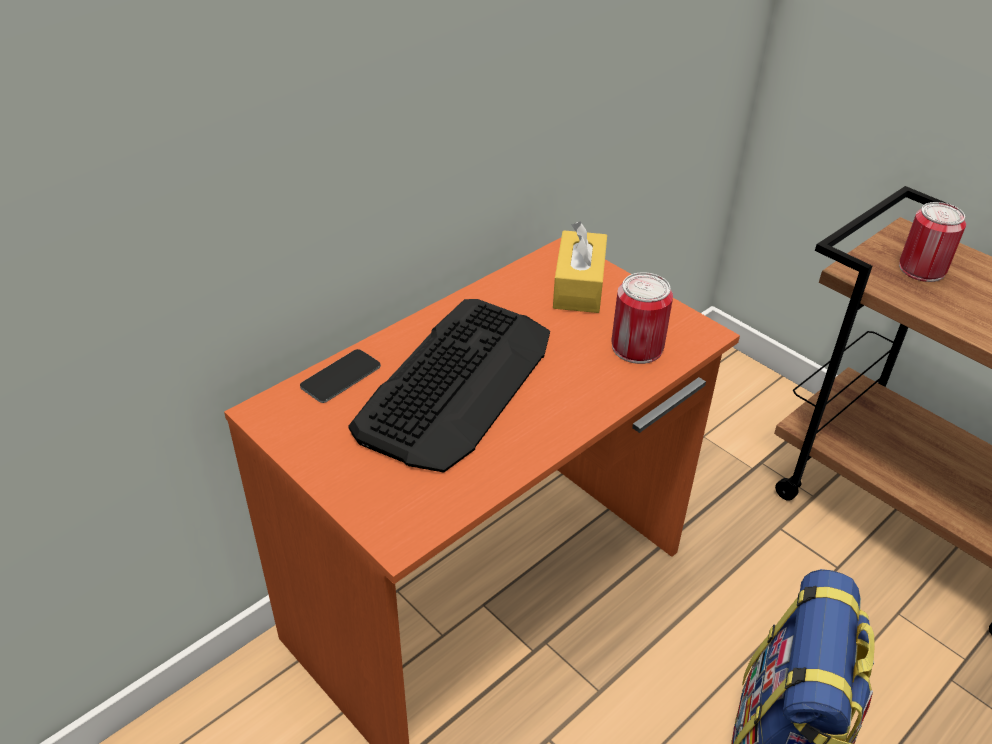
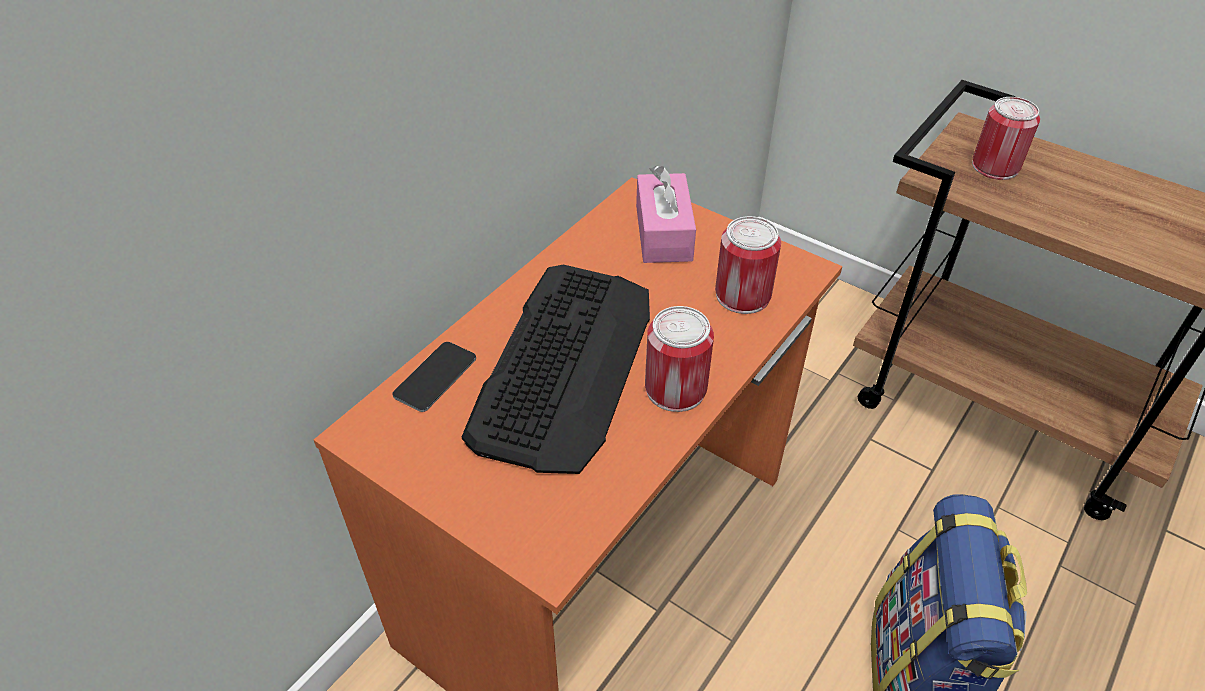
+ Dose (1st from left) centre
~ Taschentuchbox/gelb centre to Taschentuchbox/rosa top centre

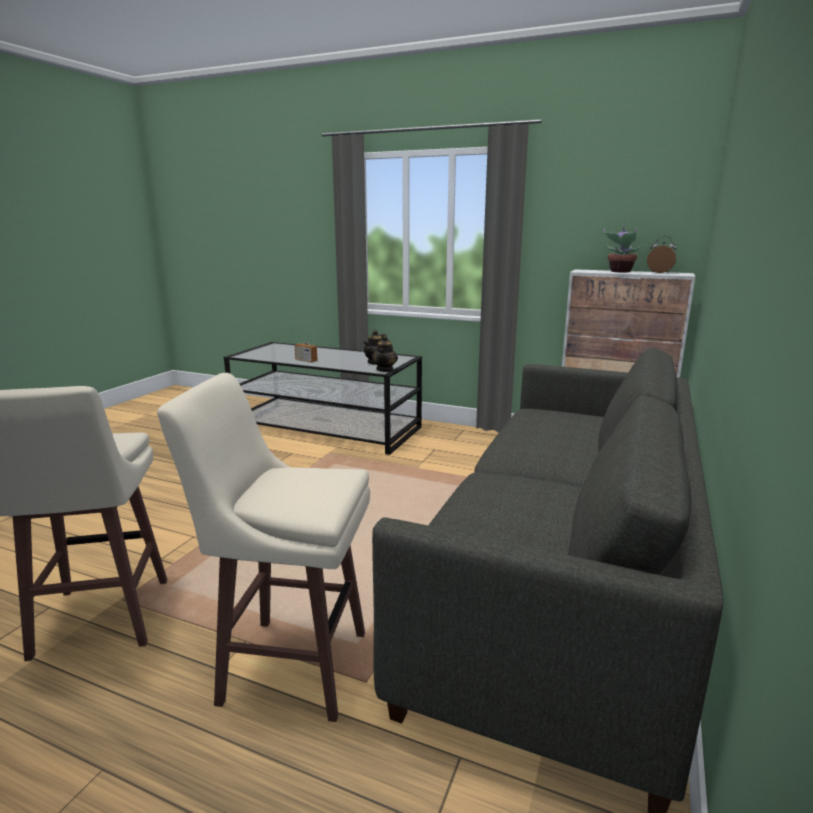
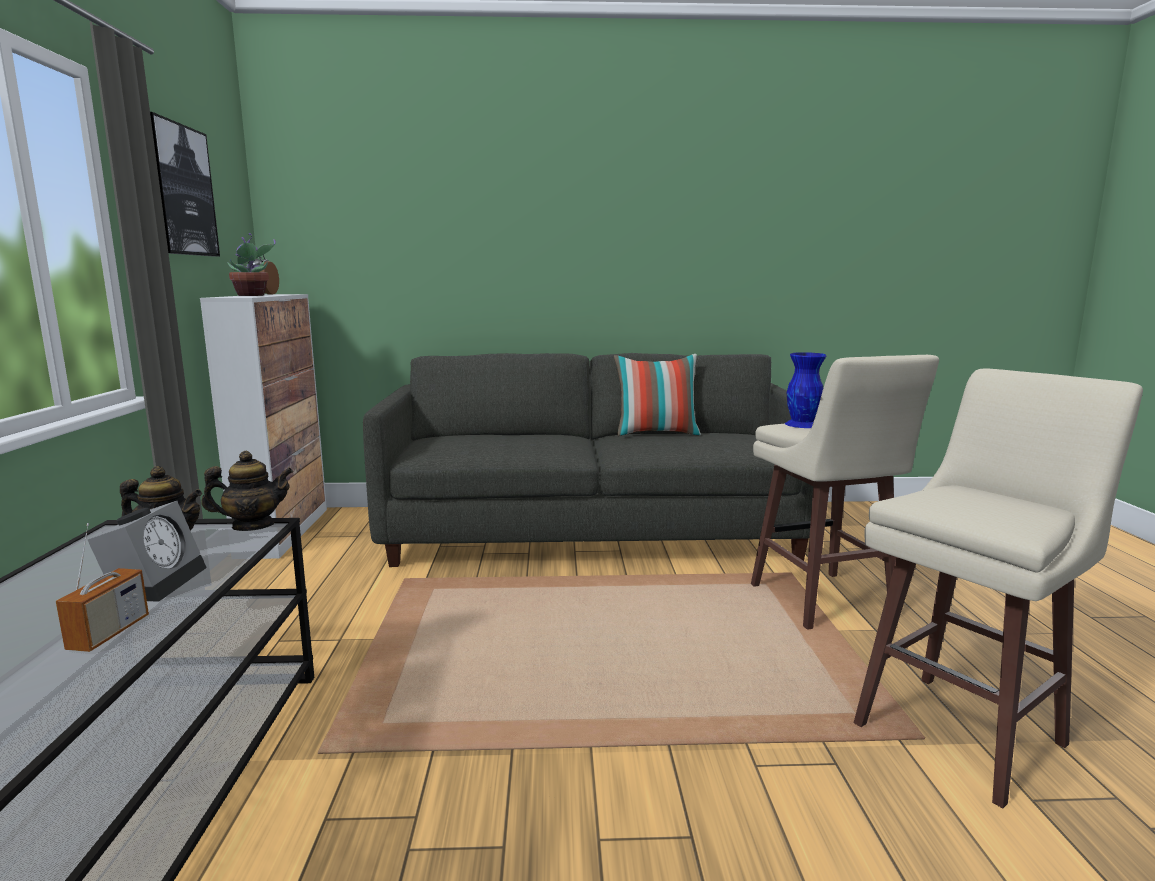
+ Wecker (1st from left) middle left
+ Bild top left
+ Kissen centre
+ Vase/blau middle right

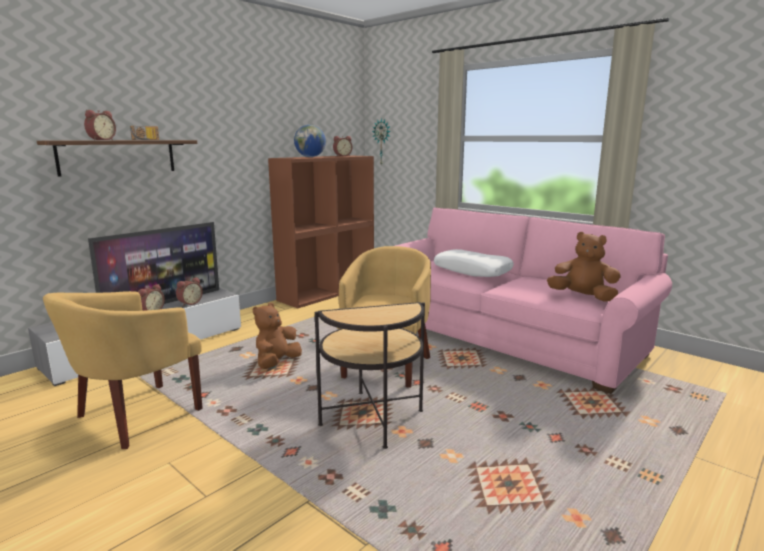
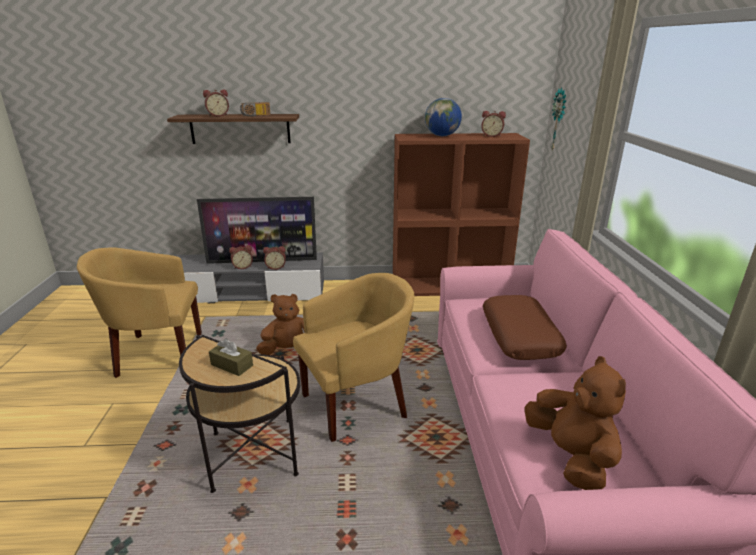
+ Taschentuchbox/braun middle left
~ Kissen/weiß centre to Kissen/braun middle right

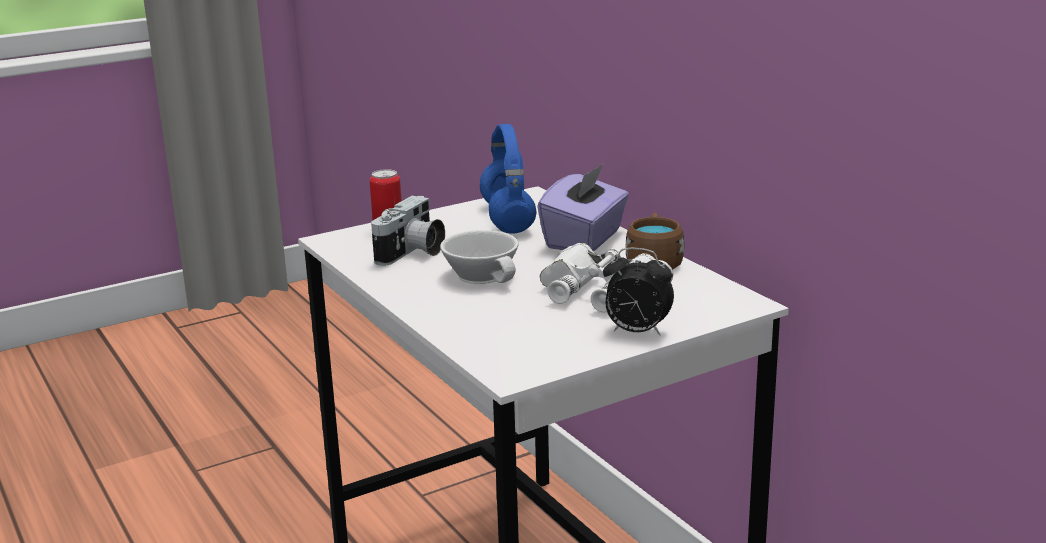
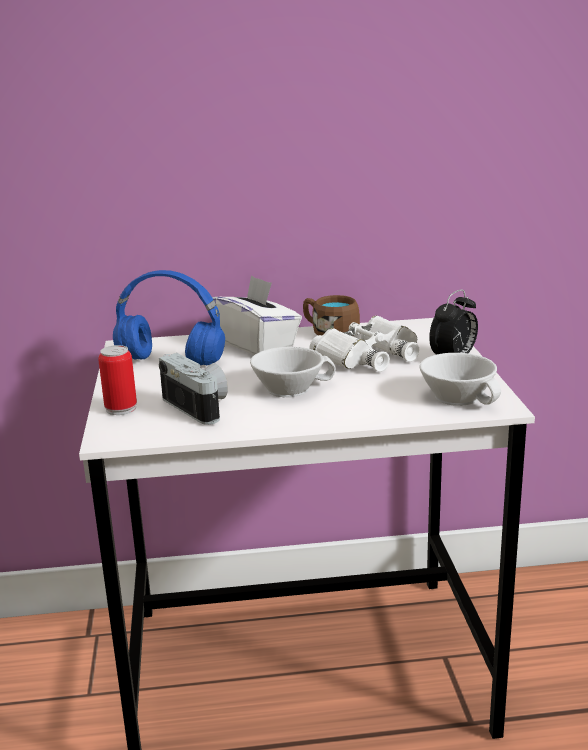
+ Tasse/weiß (2nd from left) middle right
~ Taschentuchbox/lila centre to Taschentuchbox/weiß centre

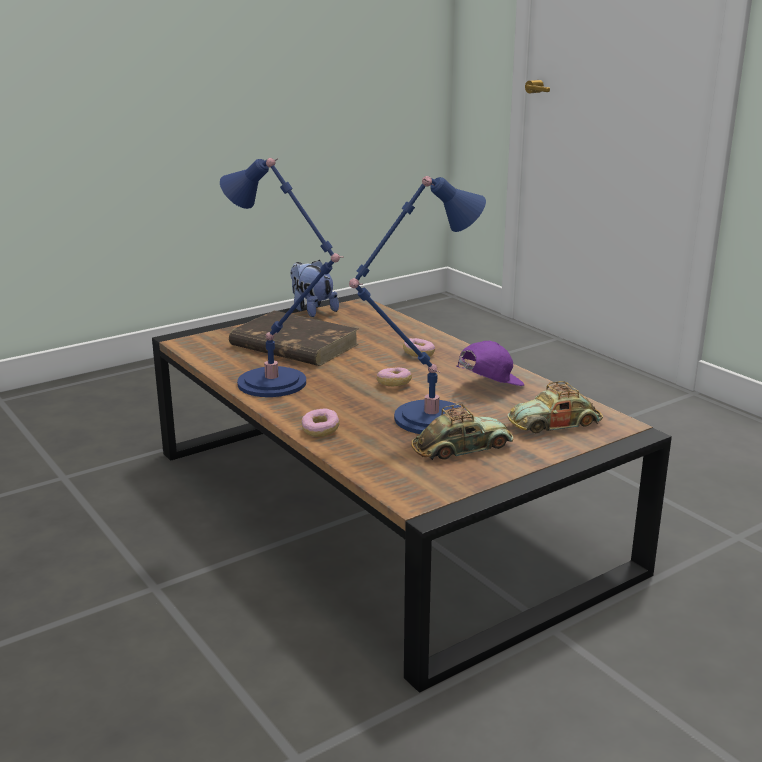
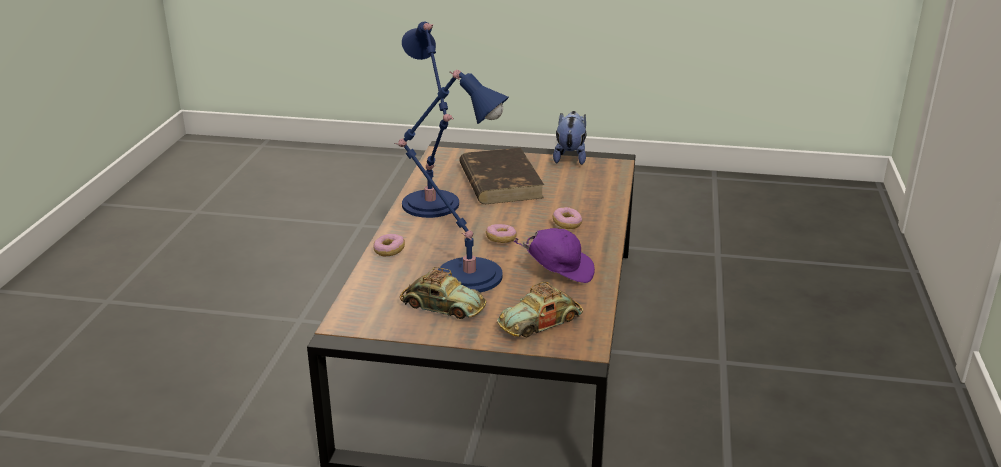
~ Spielzeugauto (2nd from left) middle right = centre 60 degrees counterclockwise

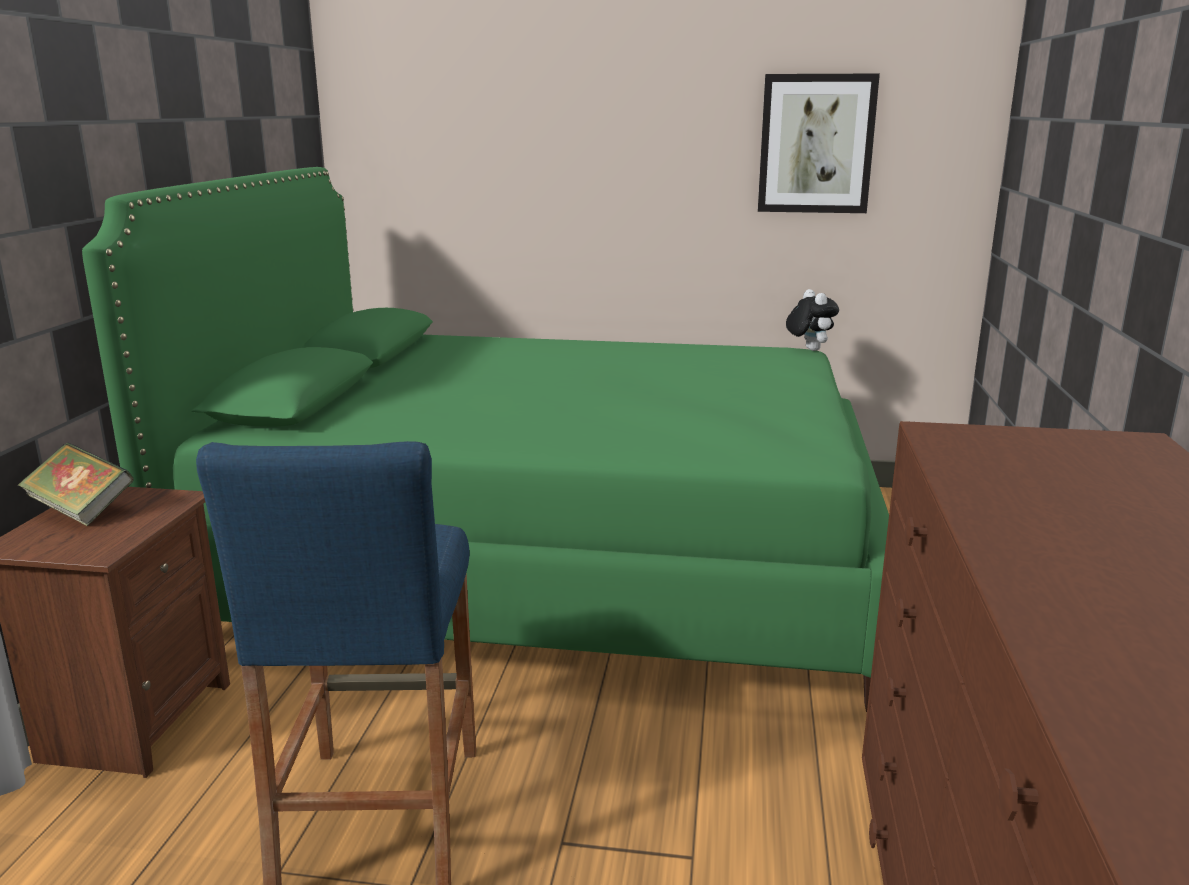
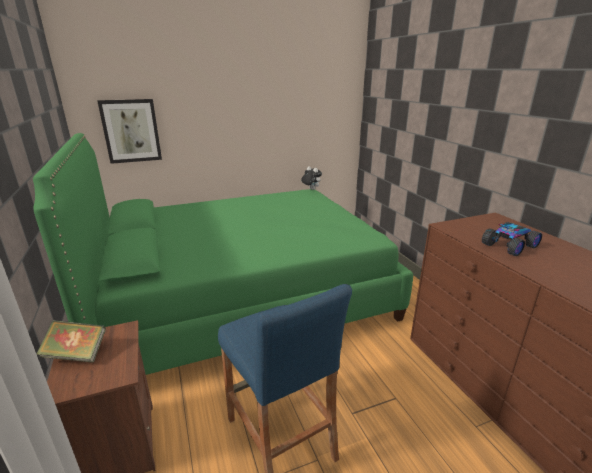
+ Spielzeugauto middle right
~ Bild top right to top left

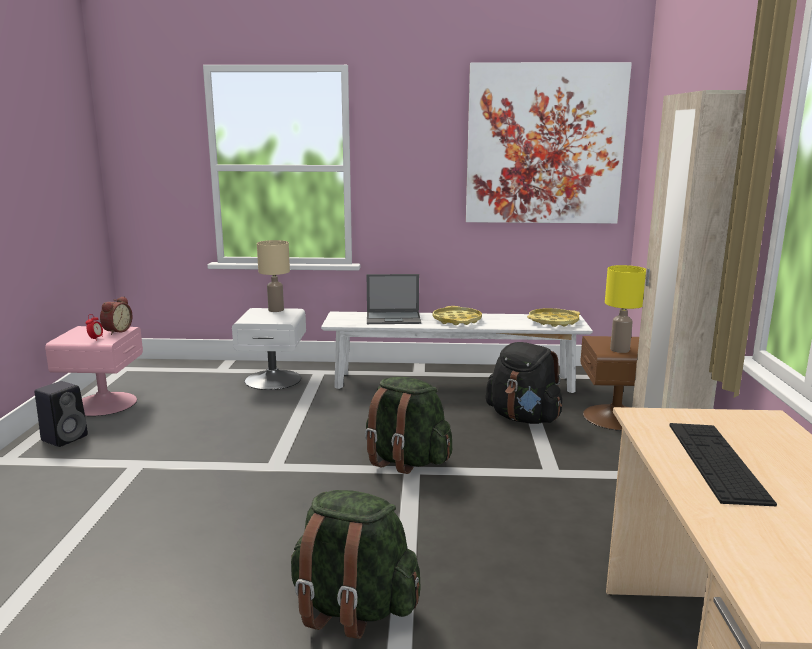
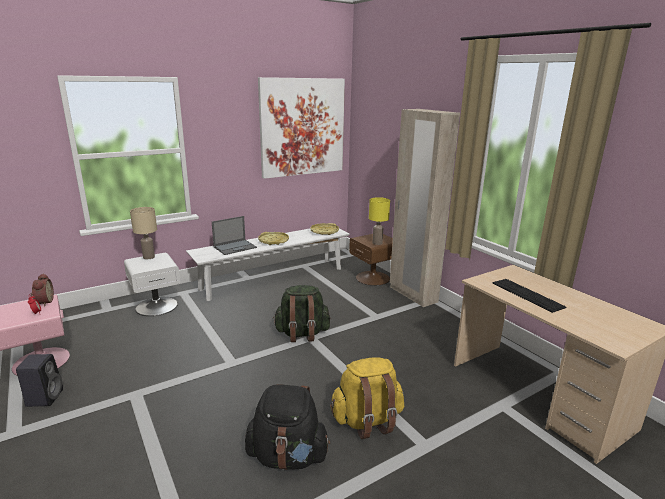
~ Rucksack/schwarz centre to bottom centre
~ Rucksack/grün (1st from left) bottom centre to Rucksack/gelb bottom centre

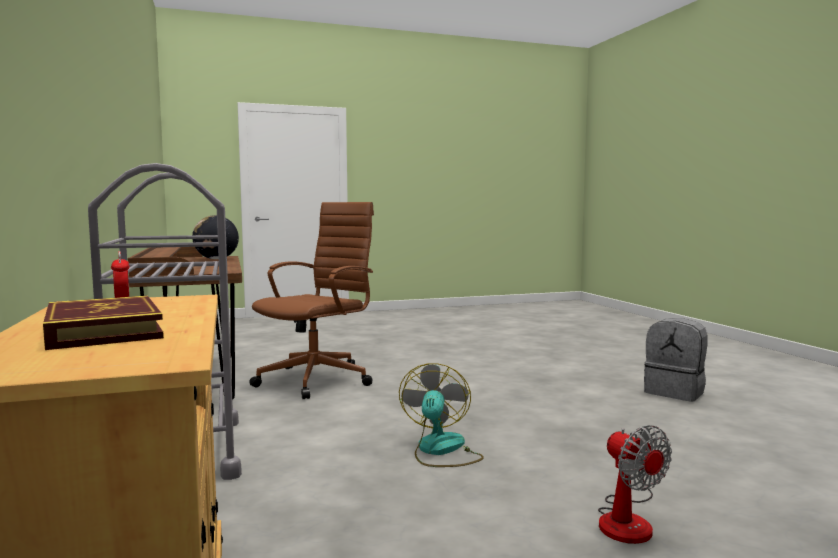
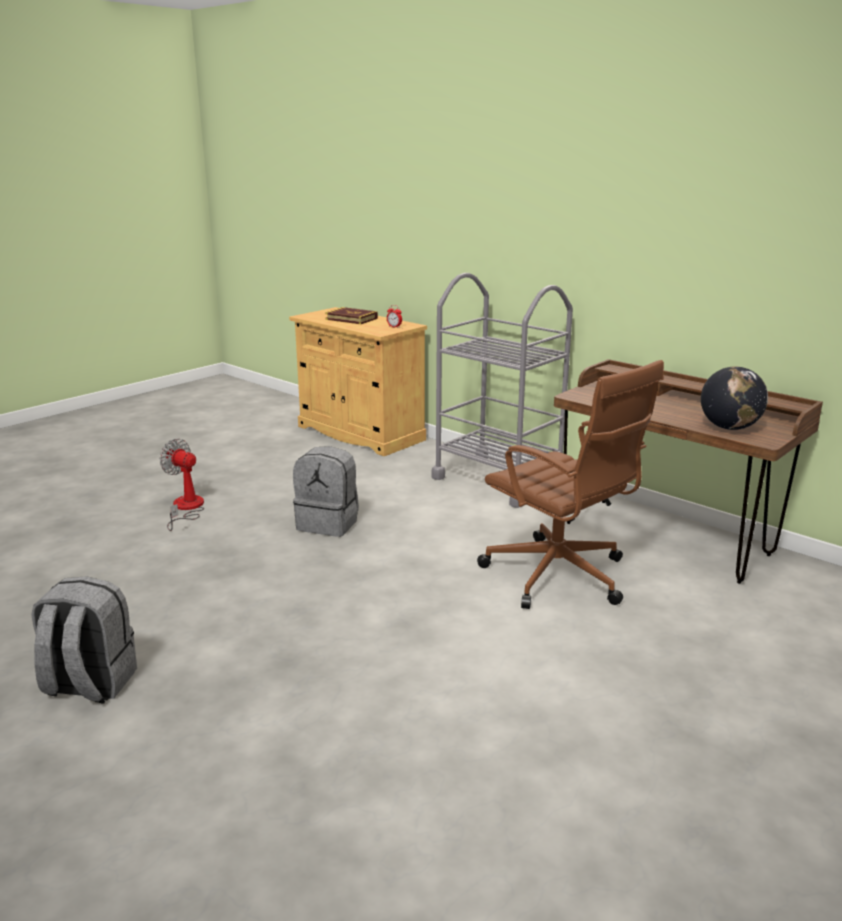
~ Ventilator (1st from left) bottom centre to Rucksack/grau (2nd from left) centre
~ Bürostuhl/braun centre = middle right 45 degrees counterclockwise

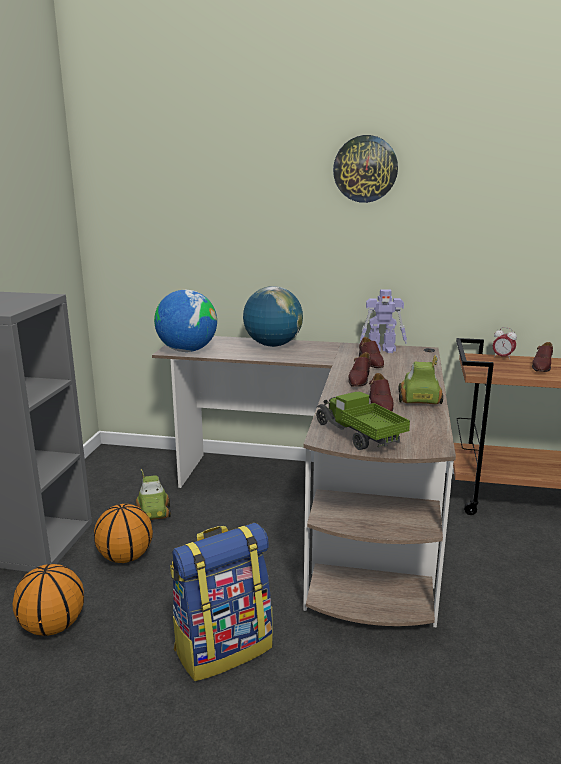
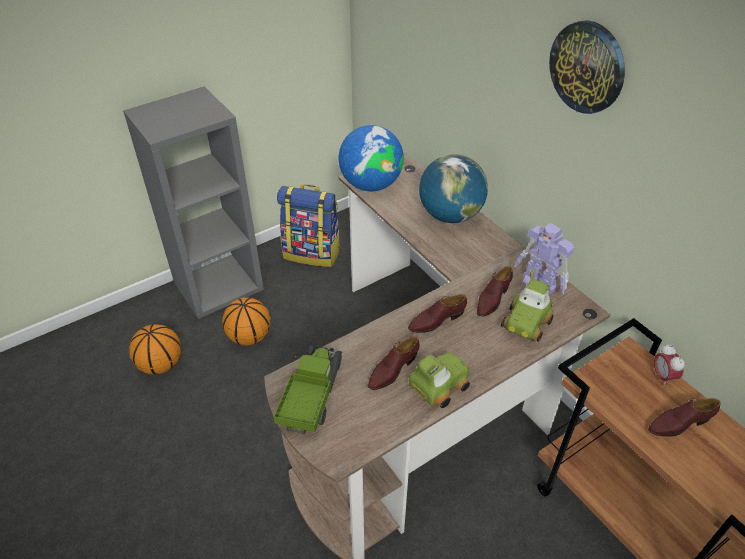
~ Spielzeugauto (1st from left in the first image) middle left to Spielzeugauto (2nd from left) middle right
~ Rucksack bottom centre to centre

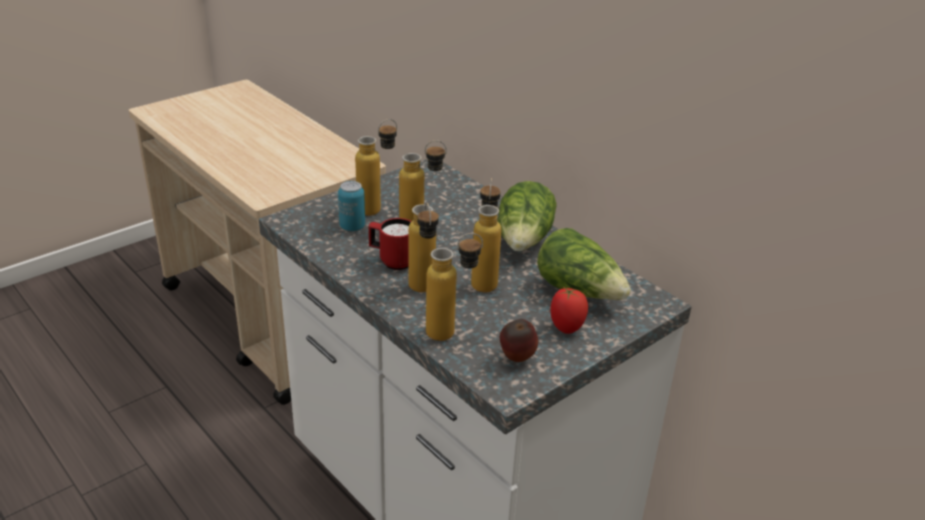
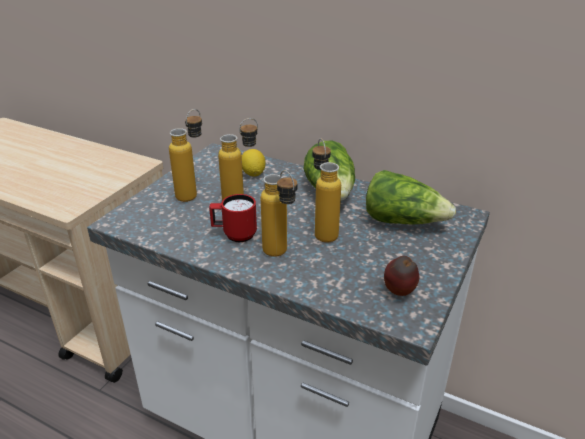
- Dose centre
- Flasche (4th from left) centre
- Tomate centre
+ Zitrone centre

